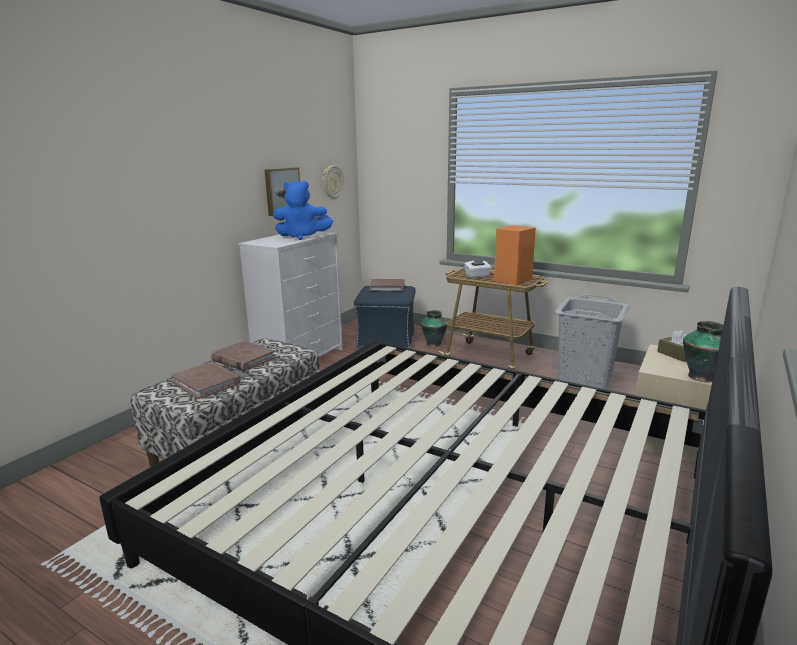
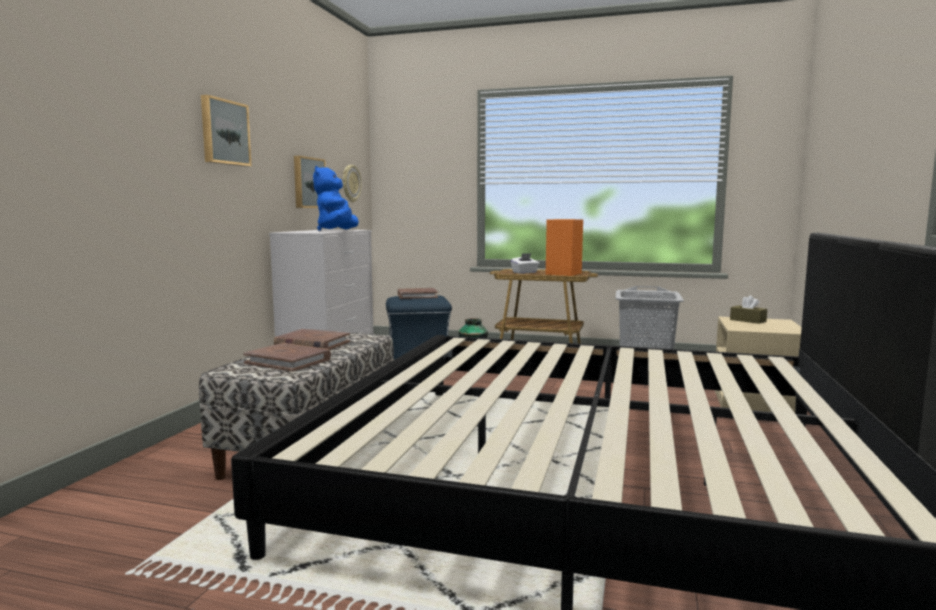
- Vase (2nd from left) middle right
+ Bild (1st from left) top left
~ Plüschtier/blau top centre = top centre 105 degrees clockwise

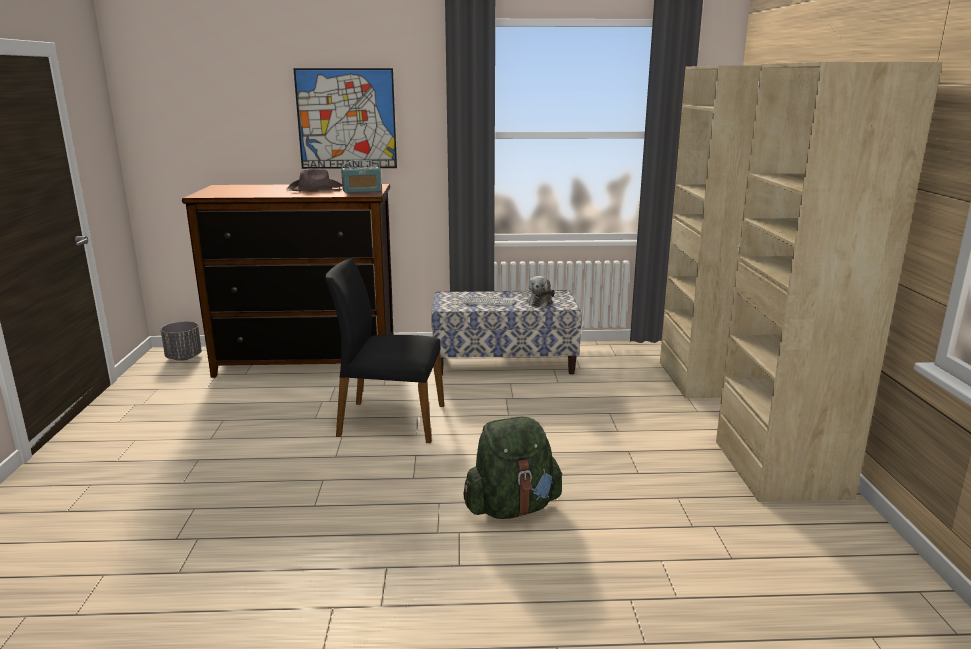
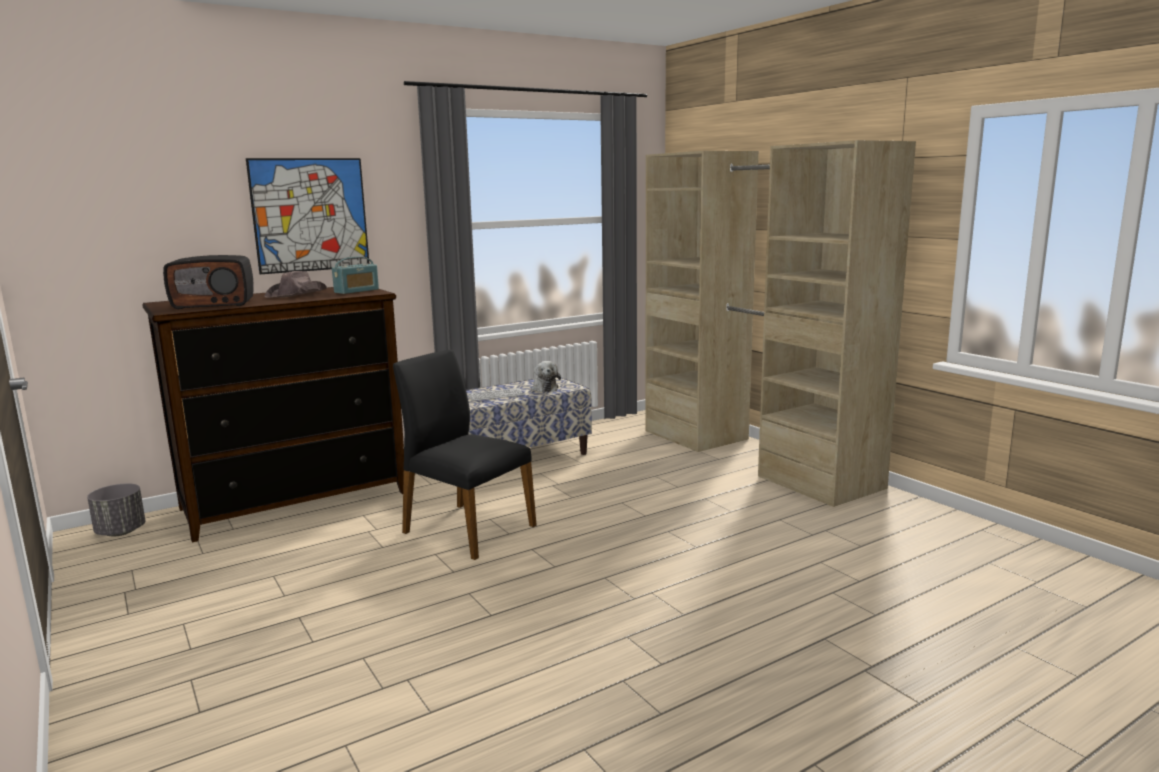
- Rucksack/grün bottom centre
+ Radio (1st from left) middle left
~ Stuhl/schwarz centre = centre 60 degrees clockwise

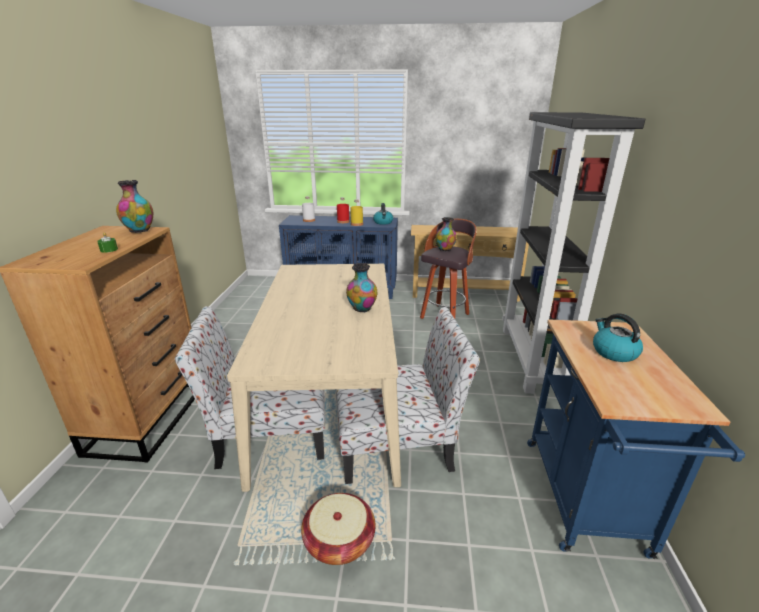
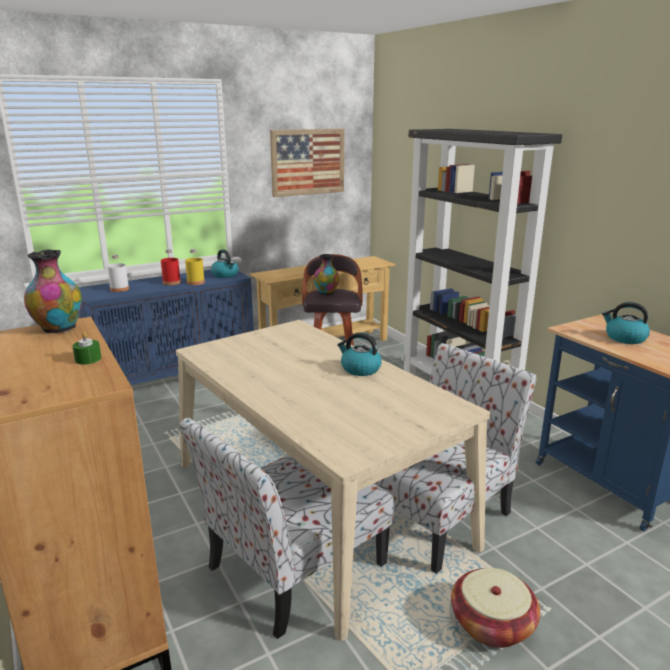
+ Bild top centre
~ Vase (2nd from left) centre to Wasserkessel (2nd from left) centre

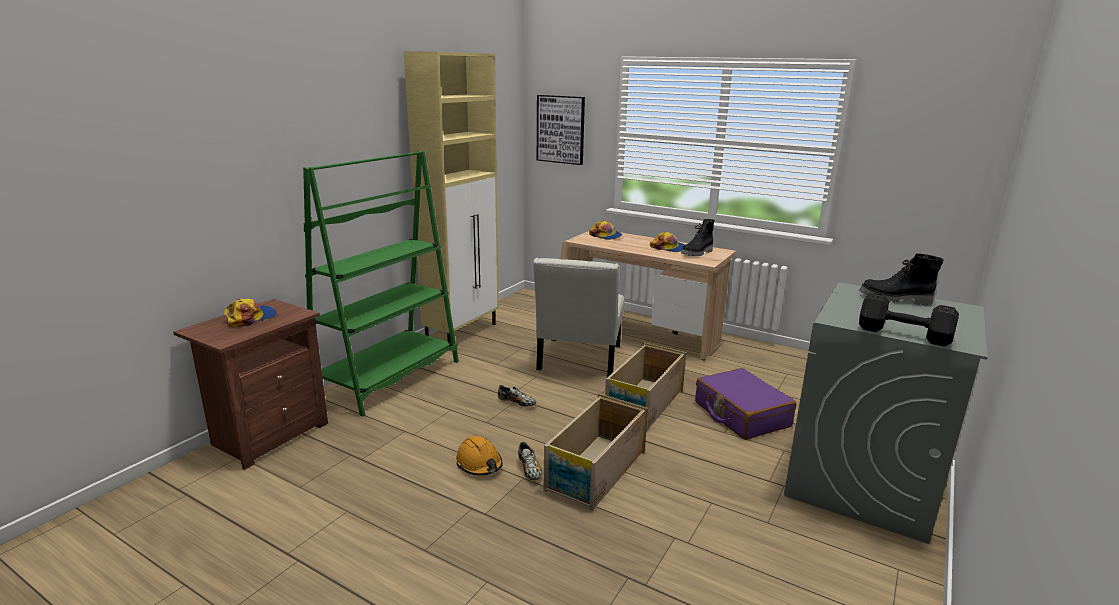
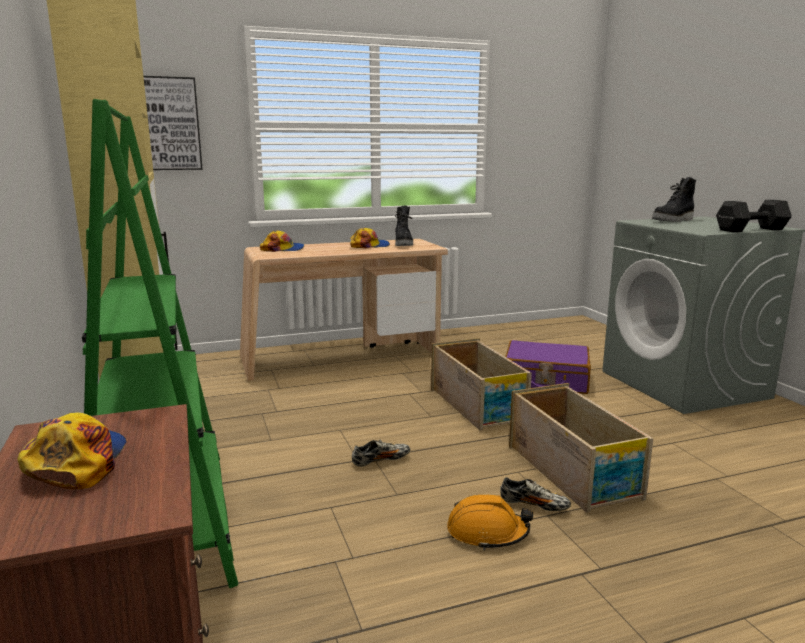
- Stuhl/weiß centre

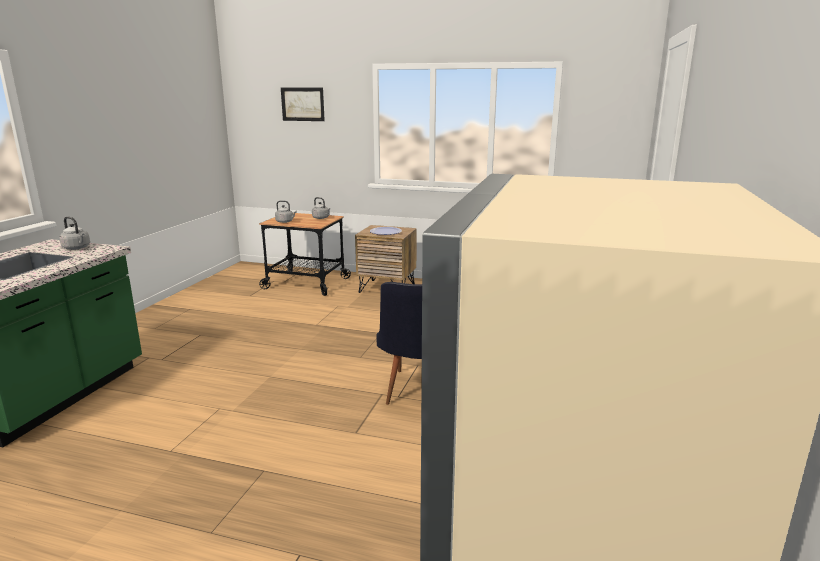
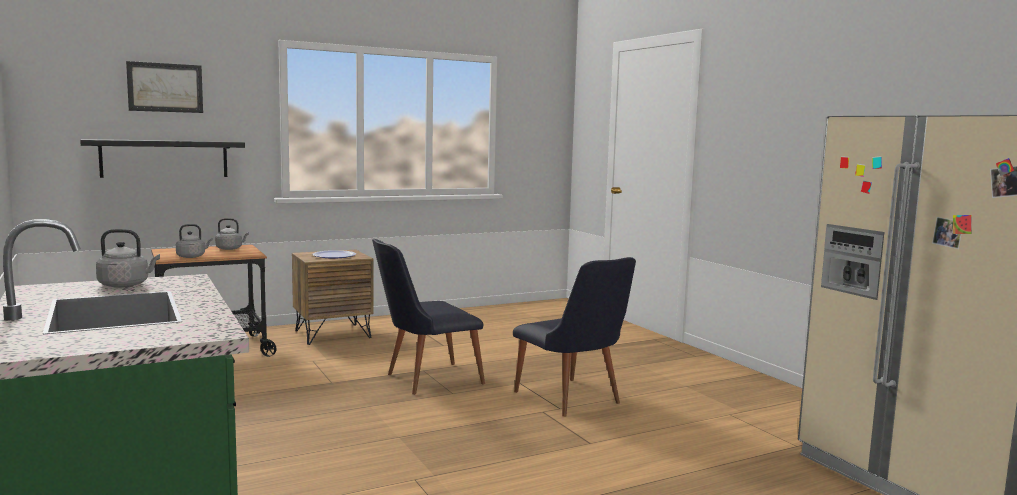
+ Wandregal/schwarz top left
+ Stuhl/schwarz (1st from left) centre

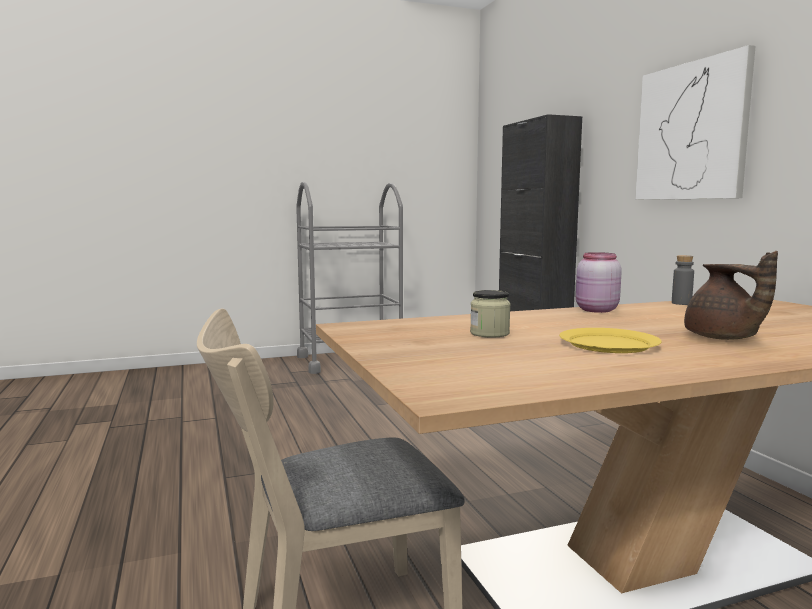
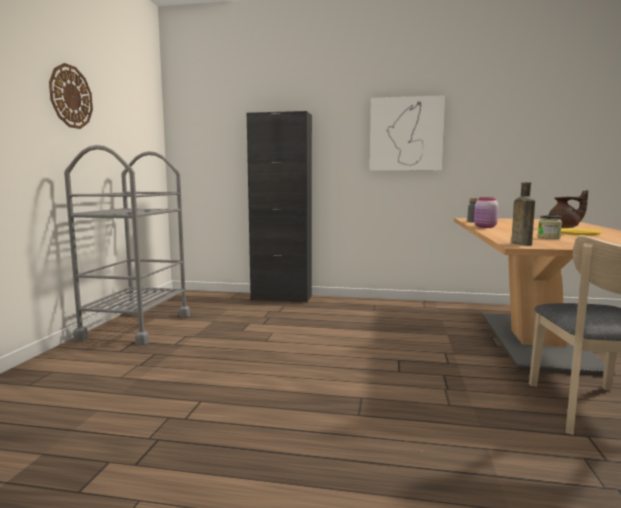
+ Wanduhr top left
+ Flasche/braun middle right

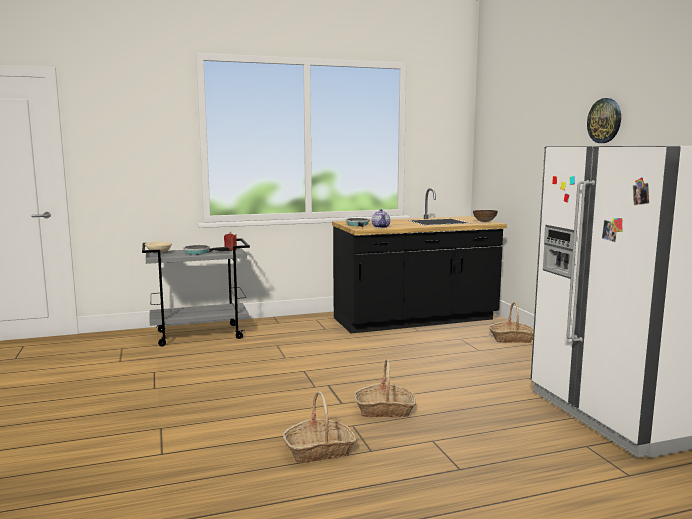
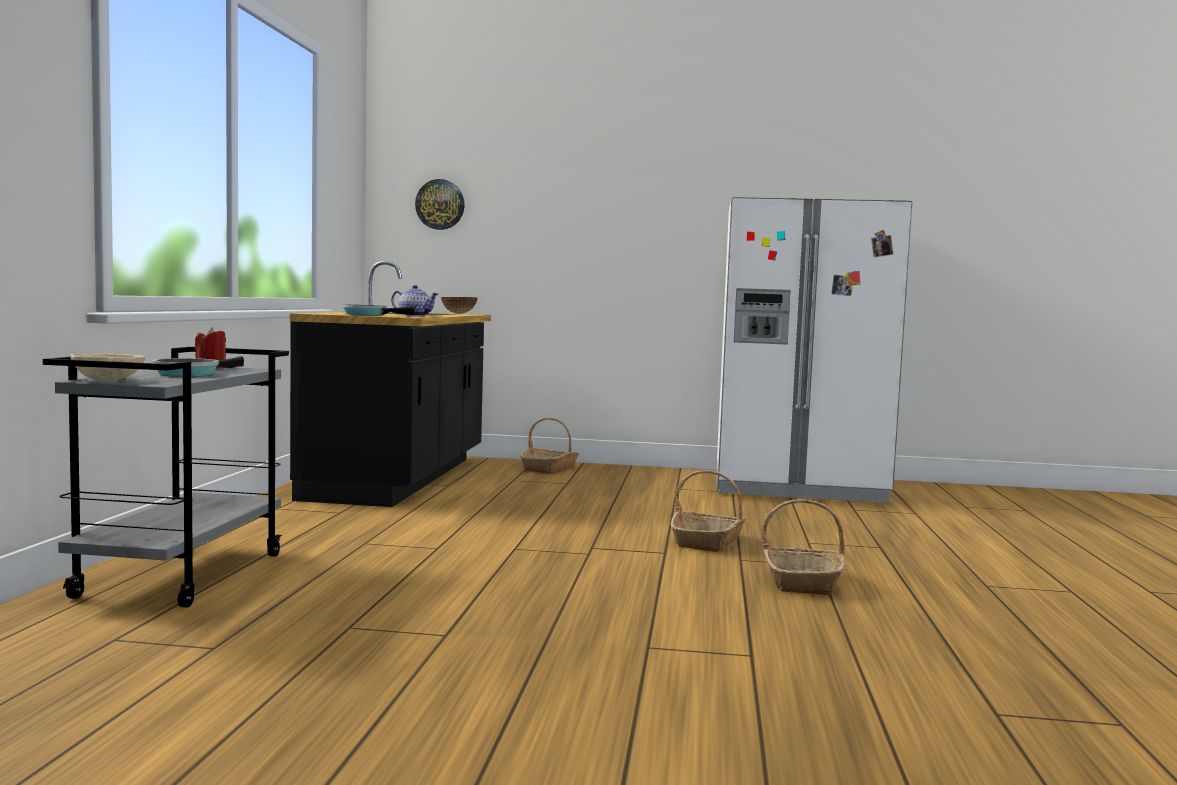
~ Wanduhr top right to top centre

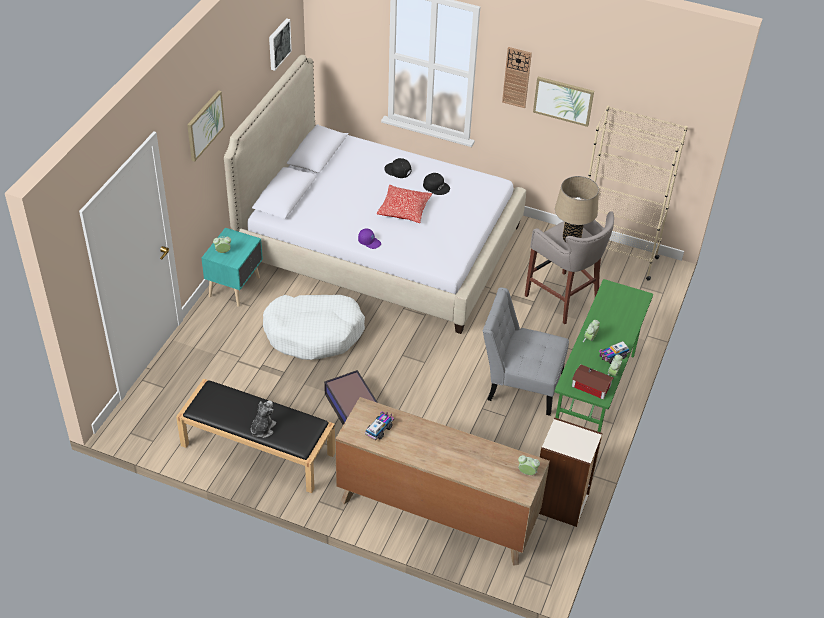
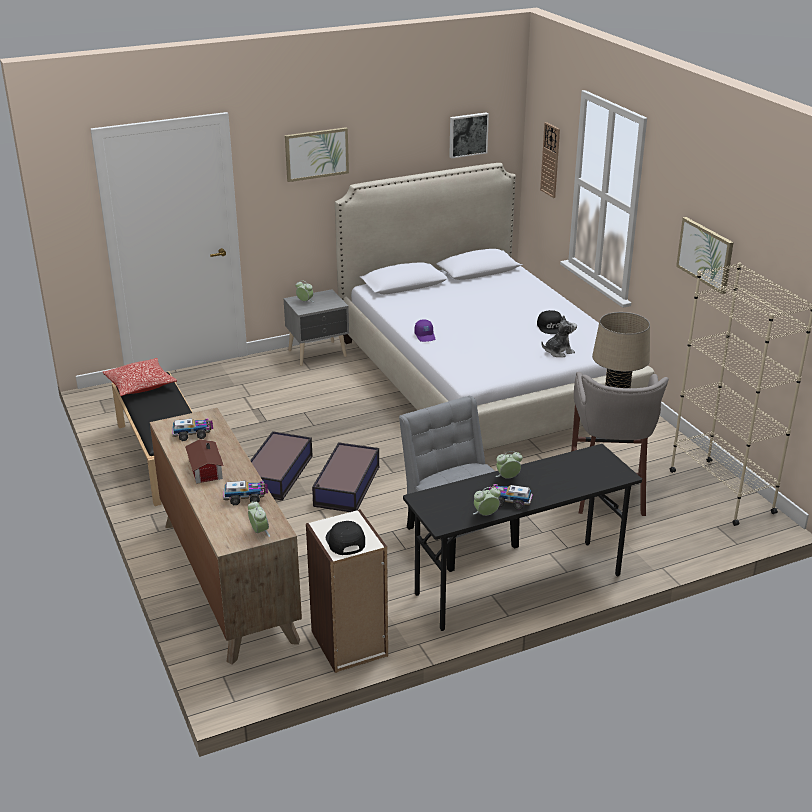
- Hundebett/weiß centre
+ Spielzeuglaster (2nd from left) middle left
+ Aufbewahrungsbox (2nd from left) centre
~ Plüschtier bottom left to middle right
~ Kissen top centre to middle left
~ Kappe/schwarz (1st from left) top centre to centre
~ Wanduhr top centre to top right
~ Spielzeughaus middle right to middle left
~ Nachttisch/türkis middle left to Nachttisch/grau centre
~ Schreibtisch/grün middle right to Schreibtisch/schwarz centre

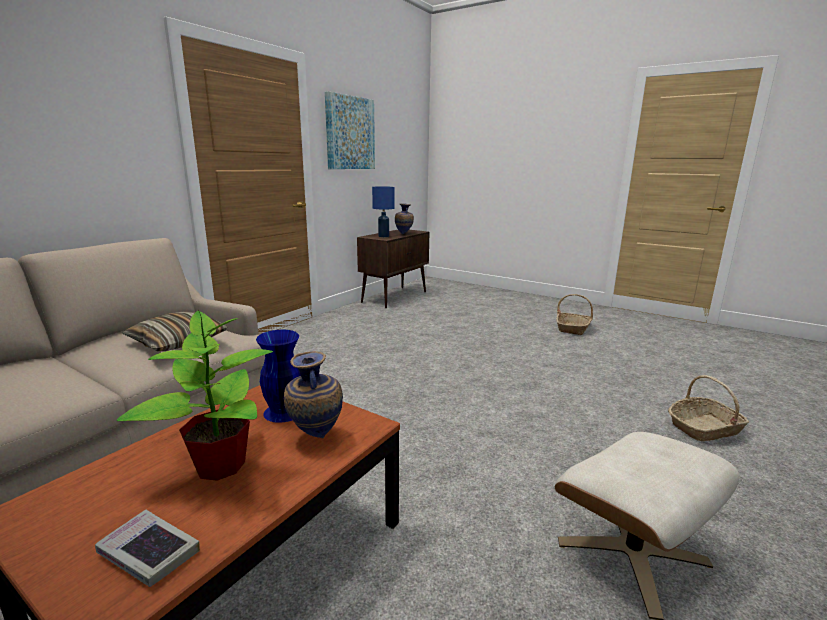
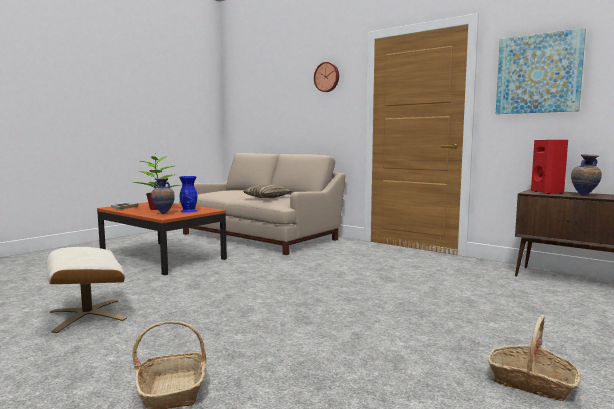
+ Wanduhr top centre
~ Tischlampe/blau centre to Lautsprecher/rot middle right

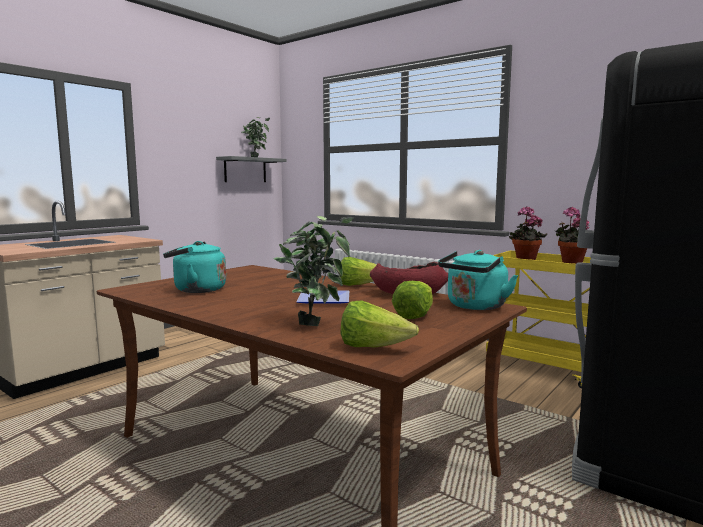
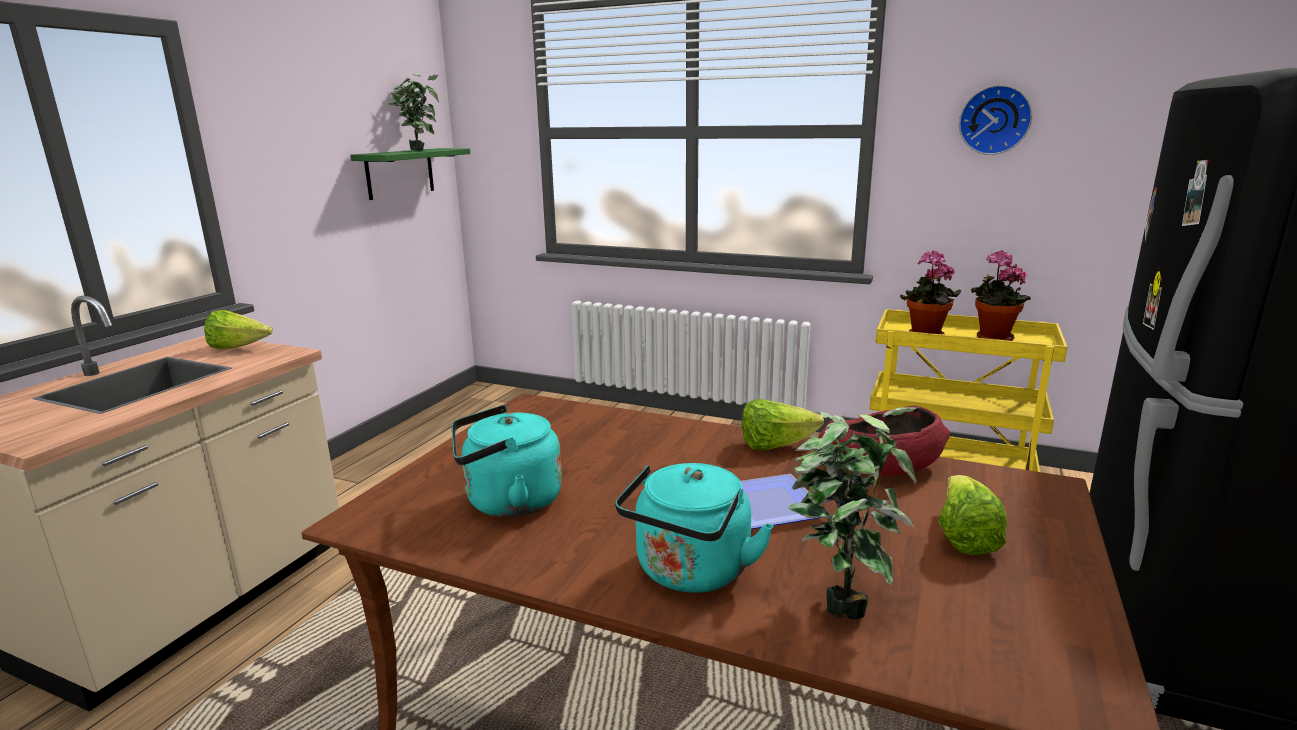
+ Wanduhr top right
~ Salatkopf (2nd from left in the first image) centre to Salatkopf (1st from left) middle left
~ Wasserkessel/türkis (2nd from left) middle right to bottom centre
~ Wandregal/grau top centre to Wandregal/grün top left

